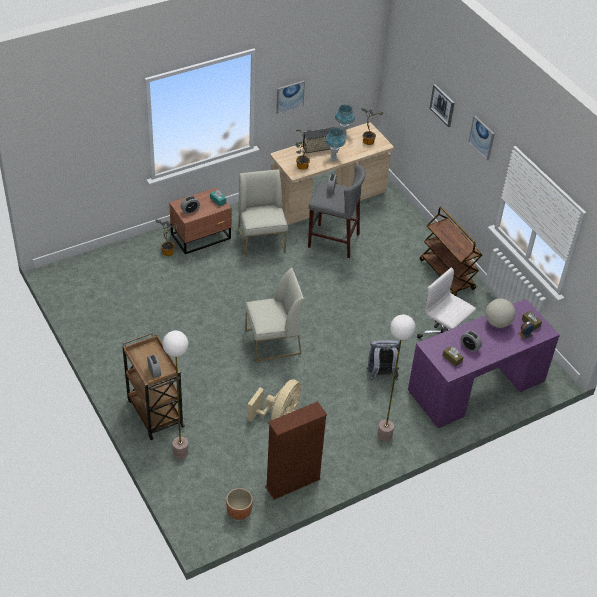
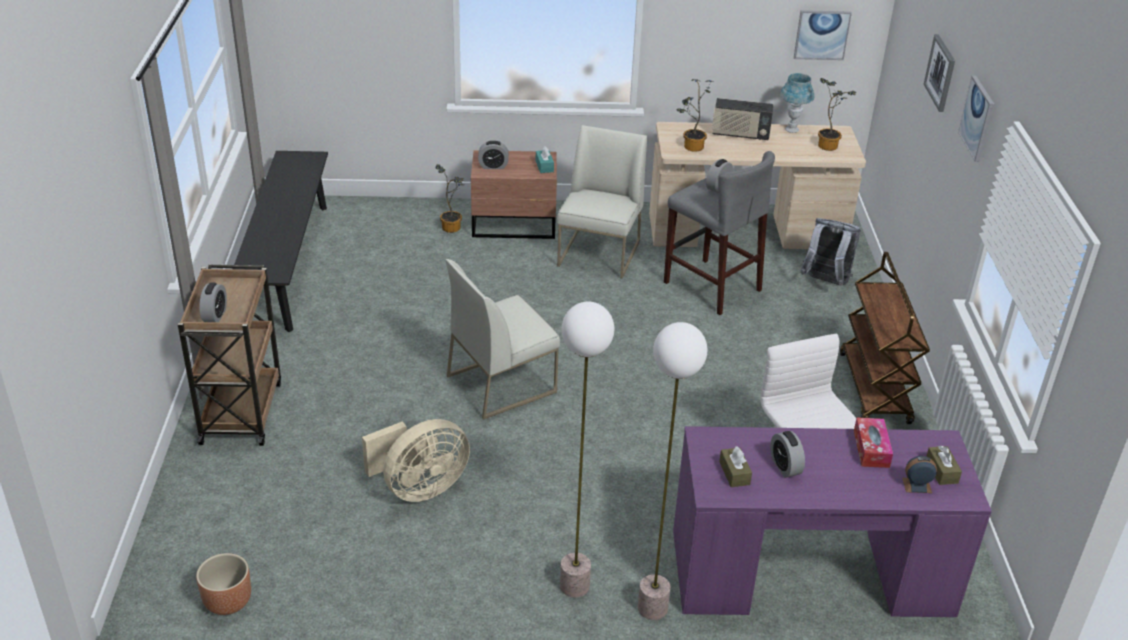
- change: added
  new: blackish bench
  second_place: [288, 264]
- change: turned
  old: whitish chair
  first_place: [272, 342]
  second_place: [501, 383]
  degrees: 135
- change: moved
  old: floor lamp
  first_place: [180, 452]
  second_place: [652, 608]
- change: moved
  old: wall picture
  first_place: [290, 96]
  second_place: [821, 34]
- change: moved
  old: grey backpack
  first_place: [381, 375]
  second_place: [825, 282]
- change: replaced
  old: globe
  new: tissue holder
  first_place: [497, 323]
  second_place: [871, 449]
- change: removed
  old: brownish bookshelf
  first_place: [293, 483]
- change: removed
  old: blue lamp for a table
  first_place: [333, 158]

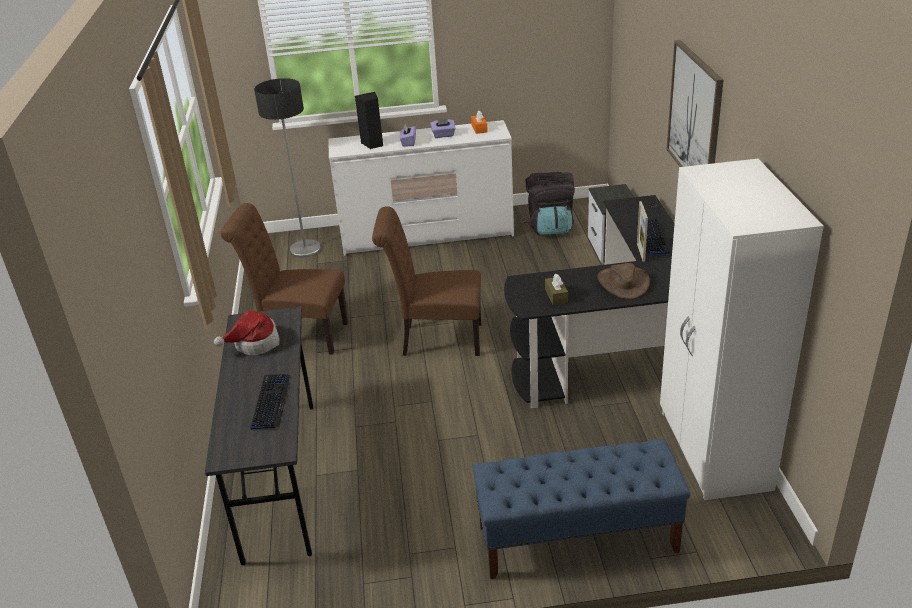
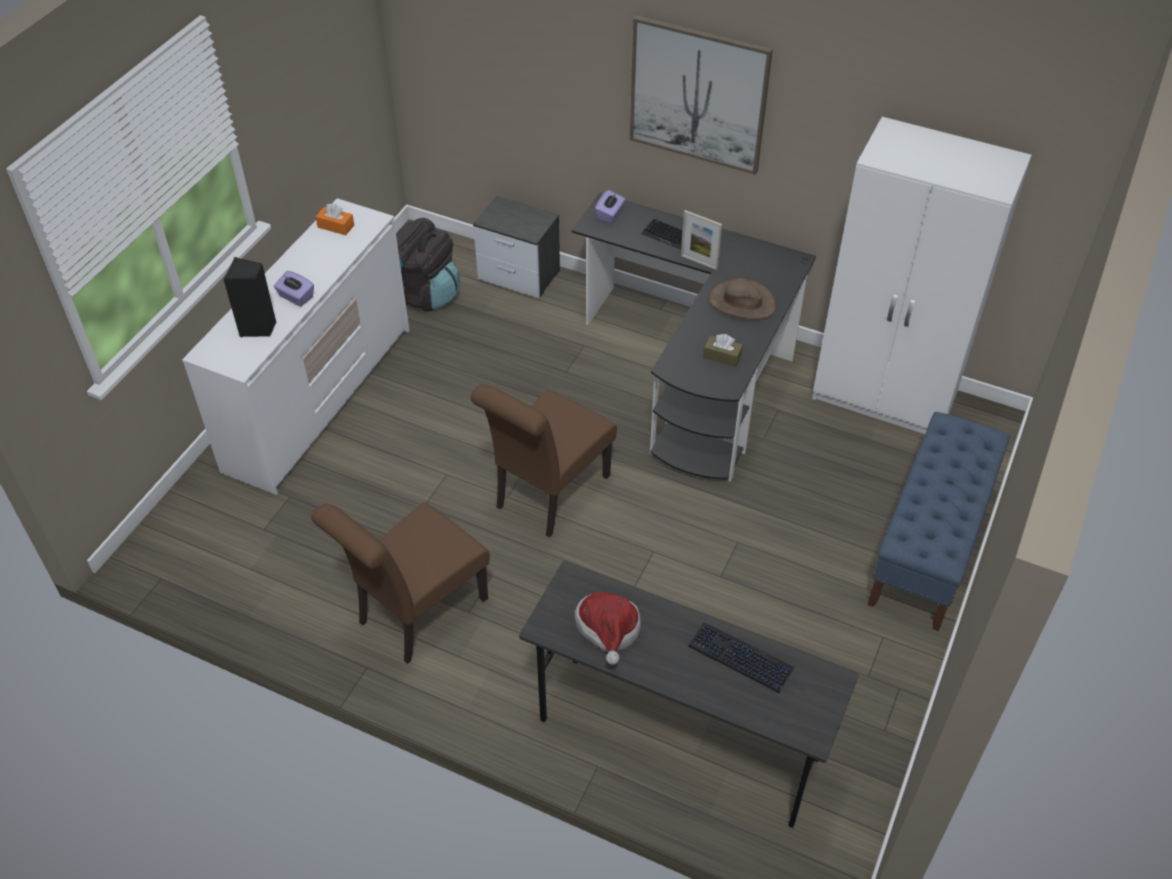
- change: moved
  old: purplish tissue holder
  first_place: [443, 135]
  second_place: [610, 215]
- change: removed
  old: floor lamp
  first_place: [305, 249]

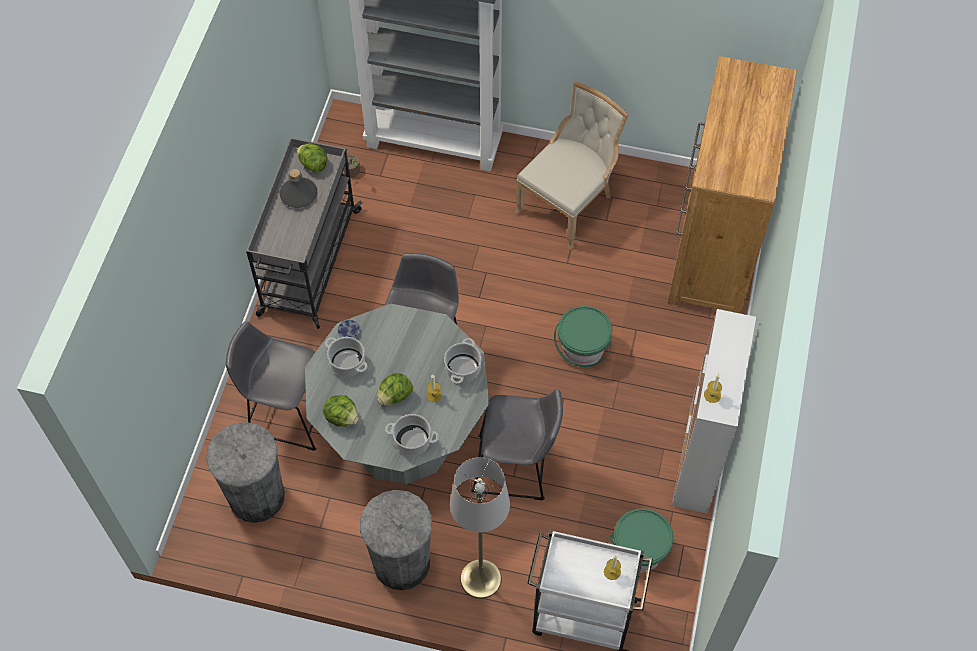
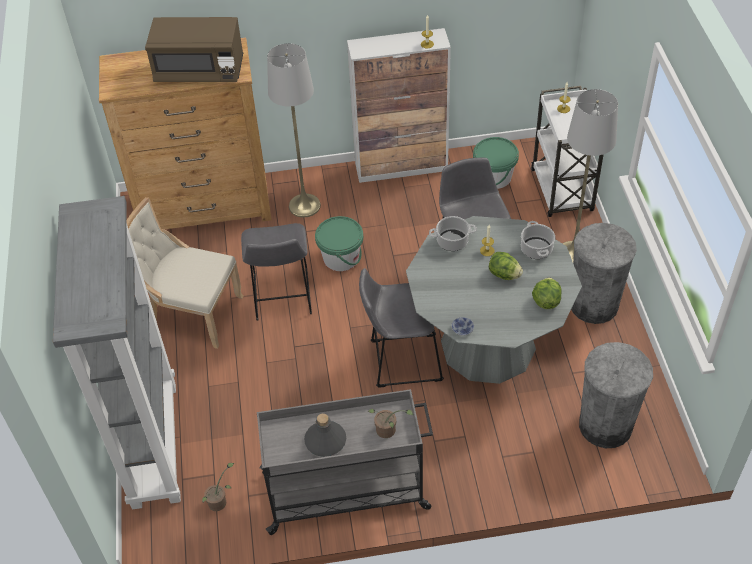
- change: added
  new: brownish kitchen microwave
  second_place: [199, 71]
- change: moved
  old: grey stool seat
  first_place: [287, 413]
  second_place: [282, 297]
- change: added
  new: grey floor lamp
  second_place: [304, 205]
- change: added
  new: houseplant
  second_place: [388, 431]
- change: removed
  old: lettuce head
  first_place: [313, 164]
- change: removed
  old: stockpot
  first_place: [347, 363]

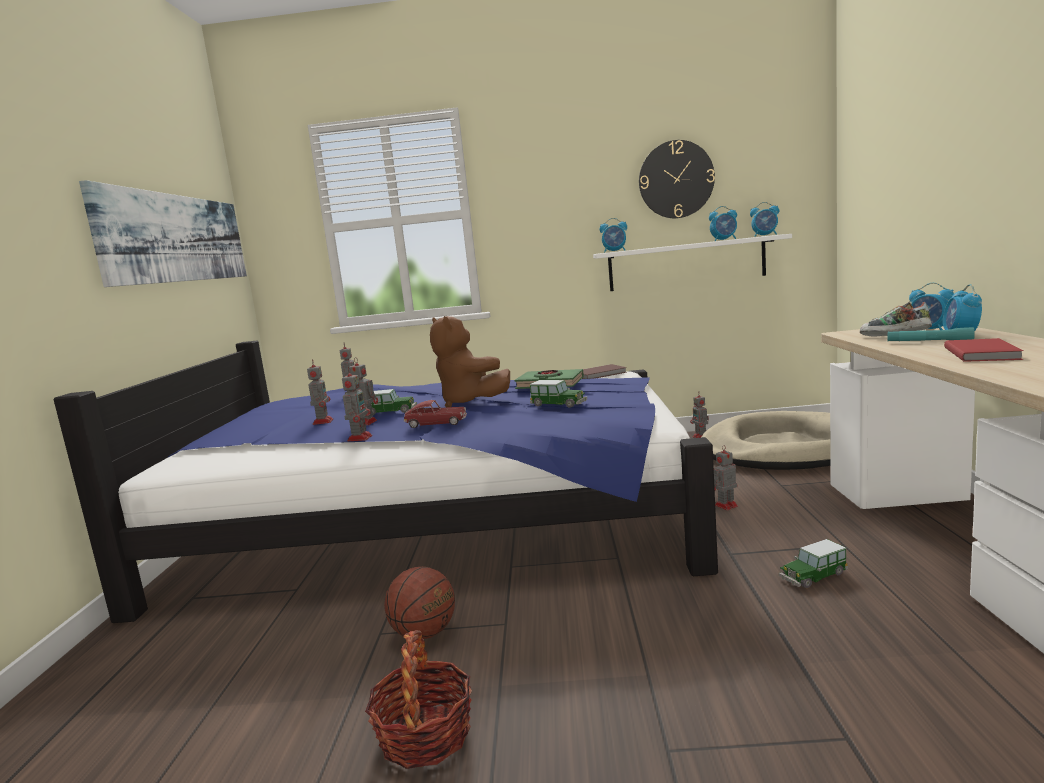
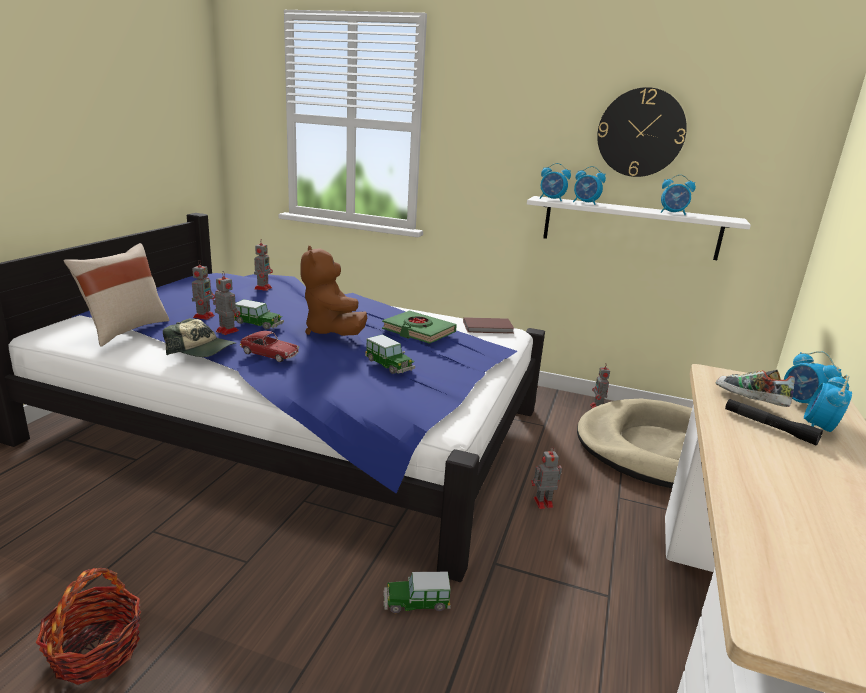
- change: added
  new: beige cushion
  second_place: [125, 330]
- change: replaced
  old: toy robot
  new: cap
  first_place: [360, 438]
  second_place: [202, 350]
- change: moved
  old: miniature car
  first_place: [813, 576]
  second_place: [416, 602]
- change: moved
  old: table clock
  first_place: [765, 235]
  second_place: [585, 203]
- change: recoloured
  old: blue-green torch
  new: blackish torch
  first_place: [929, 342]
  second_place: [769, 427]
- change: removed
  old: wall picture
  first_place: [177, 238]
- change: removed
  old: basketball
  first_place: [424, 634]
- change: removed
  old: reddish book
  first_place: [983, 353]

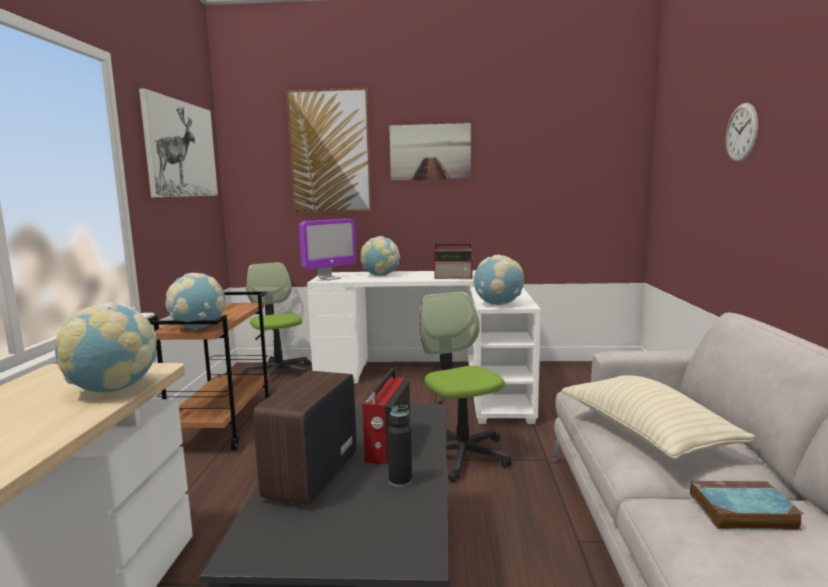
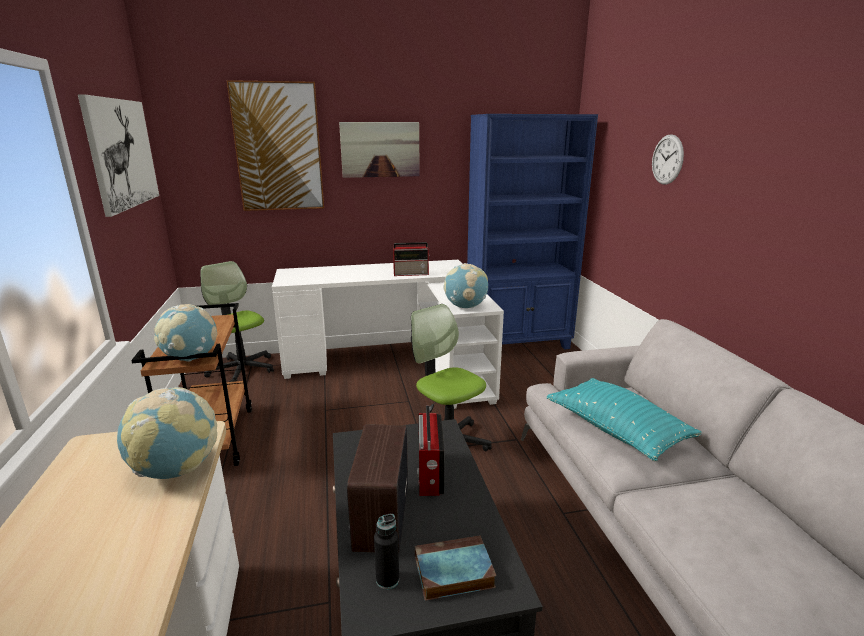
- change: moved
  old: blackish beverage bottle
  first_place: [400, 481]
  second_place: [387, 579]
- change: moved
  old: book
  first_place: [741, 512]
  second_place: [452, 572]
- change: added
  new: blue bookshelf
  second_place: [518, 344]
- change: recoloured
  old: beige cushion
  new: blue-green cushion
  first_place: [646, 435]
  second_place: [616, 430]
- change: removed
  old: computer display
  first_place: [329, 278]
- change: removed
  old: globe
  first_place: [380, 275]

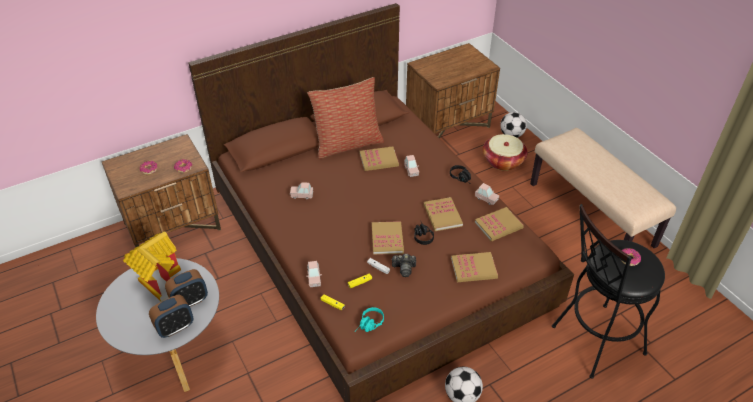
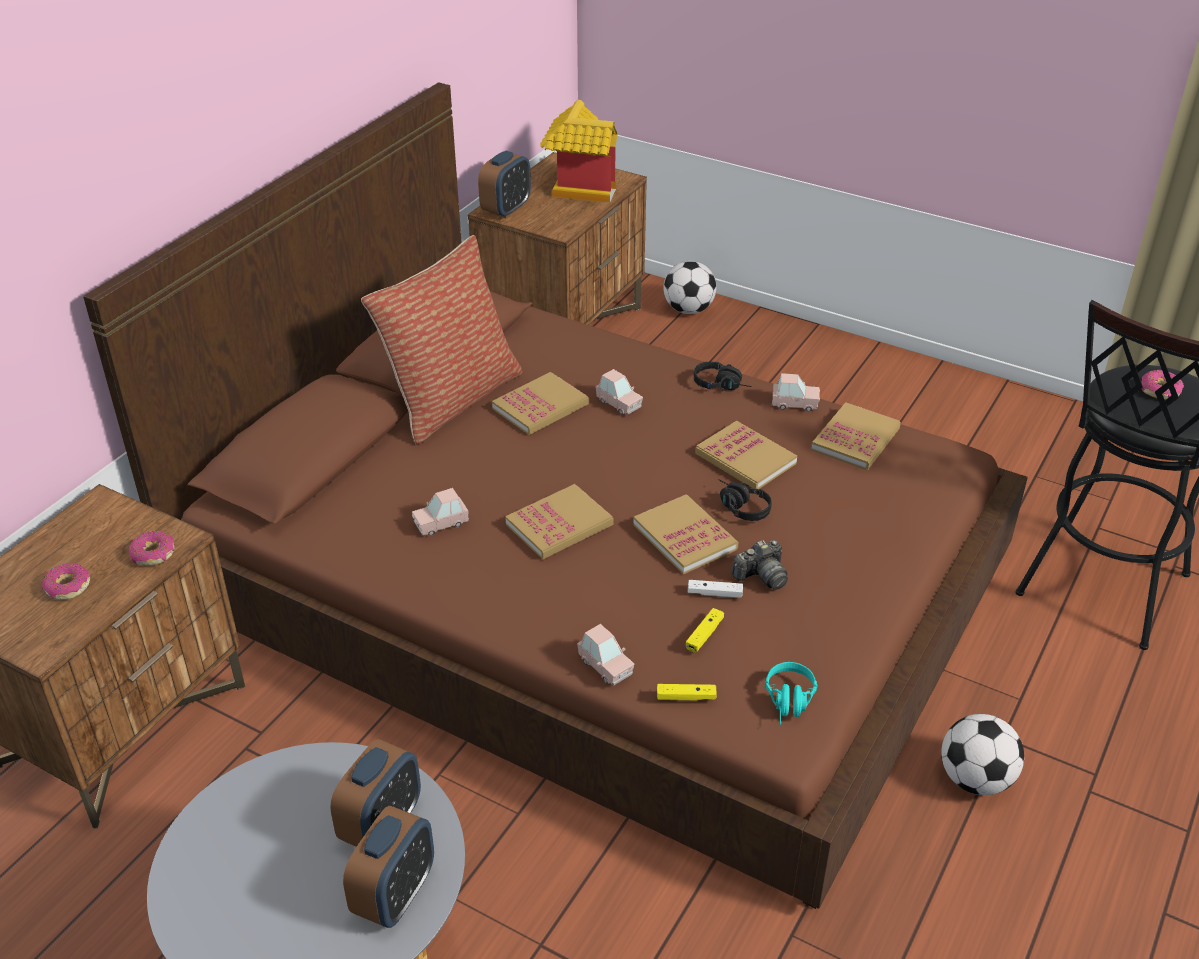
- change: added
  new: table clock
  second_place: [506, 209]
- change: moved
  old: book
  first_place: [473, 268]
  second_place: [559, 525]
- change: moved
  old: toy house
  first_place: [159, 279]
  second_place: [577, 188]
- change: removed
  old: household basket
  first_place: [503, 161]
- change: removed
  old: beige bench
  first_place: [591, 214]

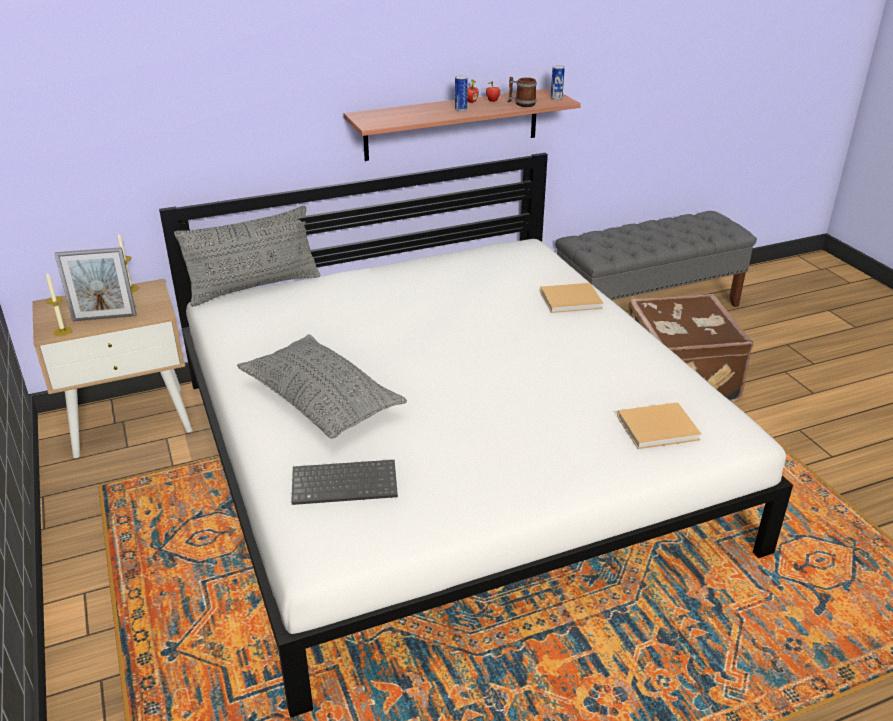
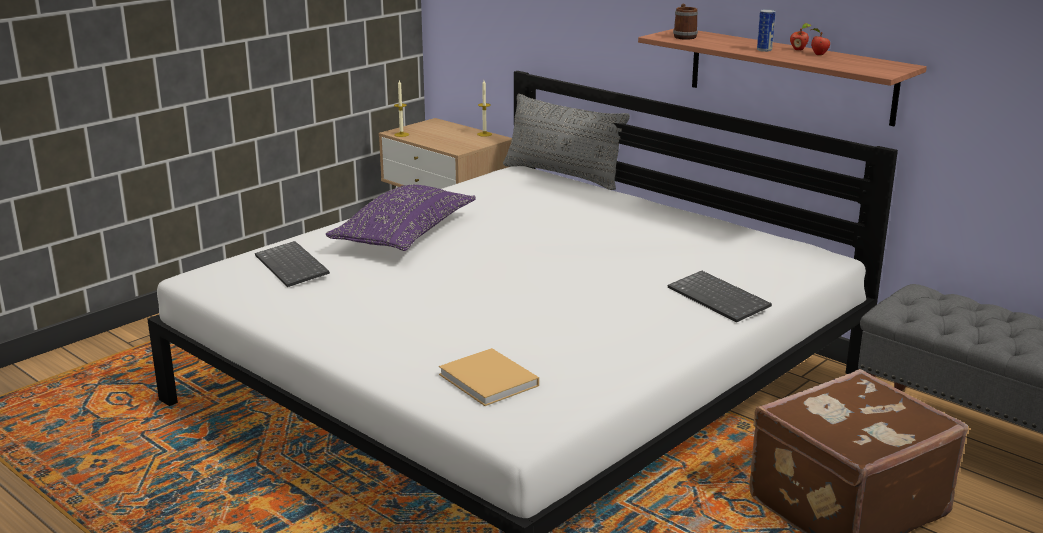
- change: recoloured
  old: grey cushion
  new: purplish cushion
  first_place: [321, 400]
  second_place: [405, 235]
- change: replaced
  old: beige book
  new: computer keyboard
  first_place: [572, 300]
  second_place: [720, 299]
- change: moved
  old: mug
  first_place: [521, 104]
  second_place: [684, 36]
- change: removed
  old: picture frame
  first_place: [104, 318]
- change: removed
  old: can
  first_place: [556, 98]

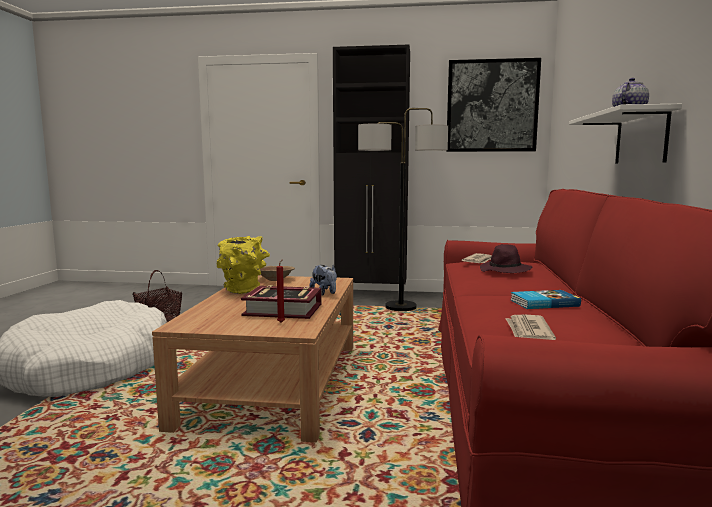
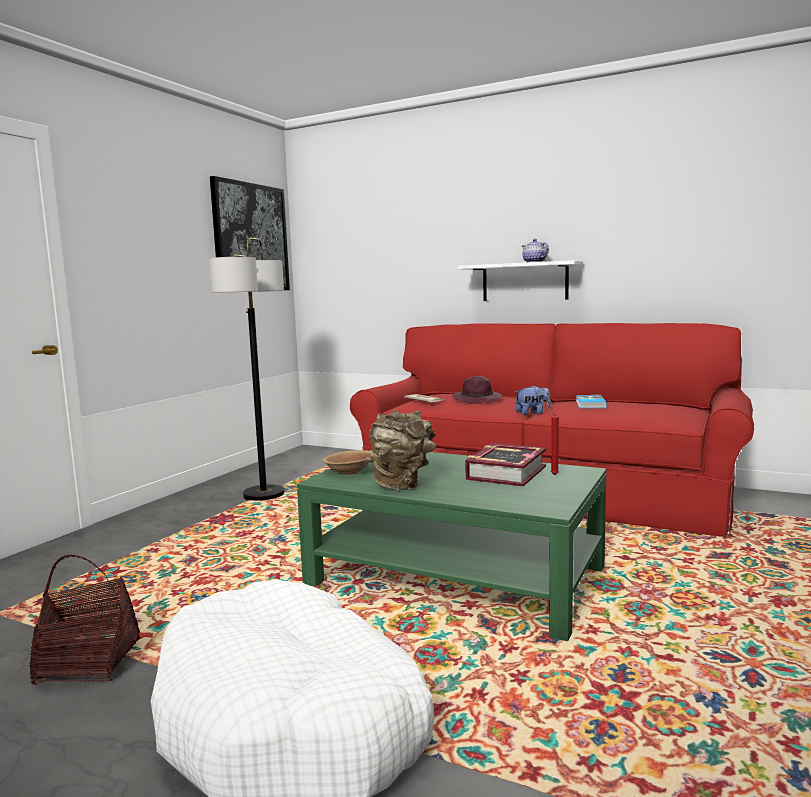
- change: recoloured
  old: brownish lounge table
  new: greenish lounge table
  first_place: [274, 383]
  second_place: [457, 576]
- change: recoloured
  old: yellow vase
  new: brownish vase
  first_place: [244, 291]
  second_place: [403, 485]
- change: moved
  old: plush toy
  first_place: [324, 293]
  second_place: [532, 413]
- change: removed
  old: blackish cupboard
  first_place: [372, 295]
- change: removed
  old: printed paper
  first_place: [528, 332]

